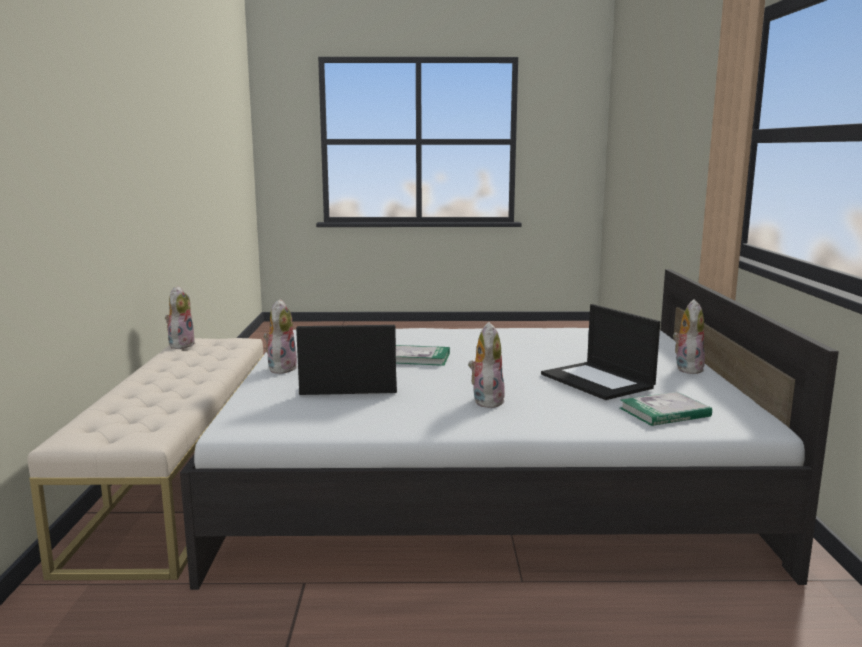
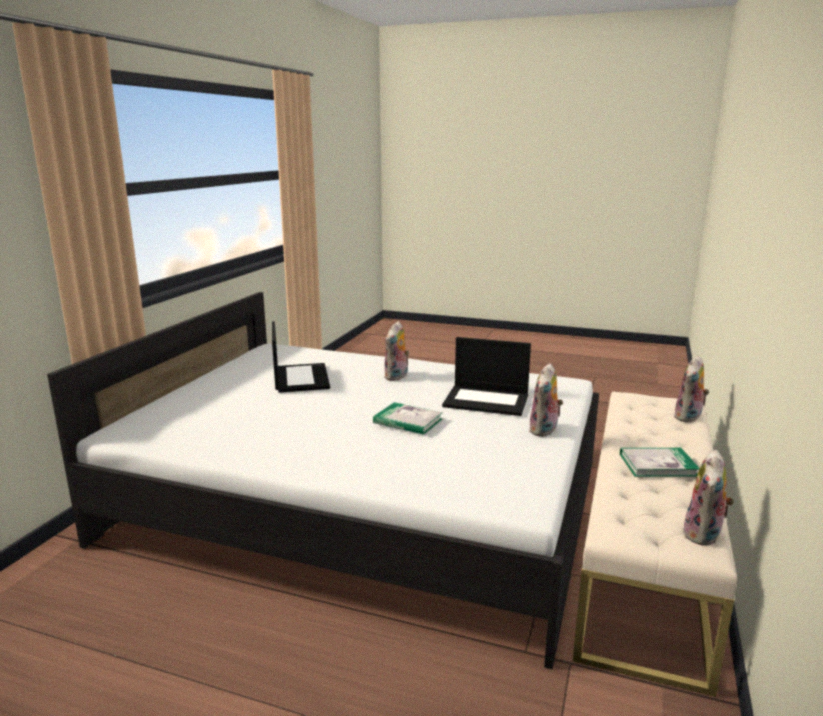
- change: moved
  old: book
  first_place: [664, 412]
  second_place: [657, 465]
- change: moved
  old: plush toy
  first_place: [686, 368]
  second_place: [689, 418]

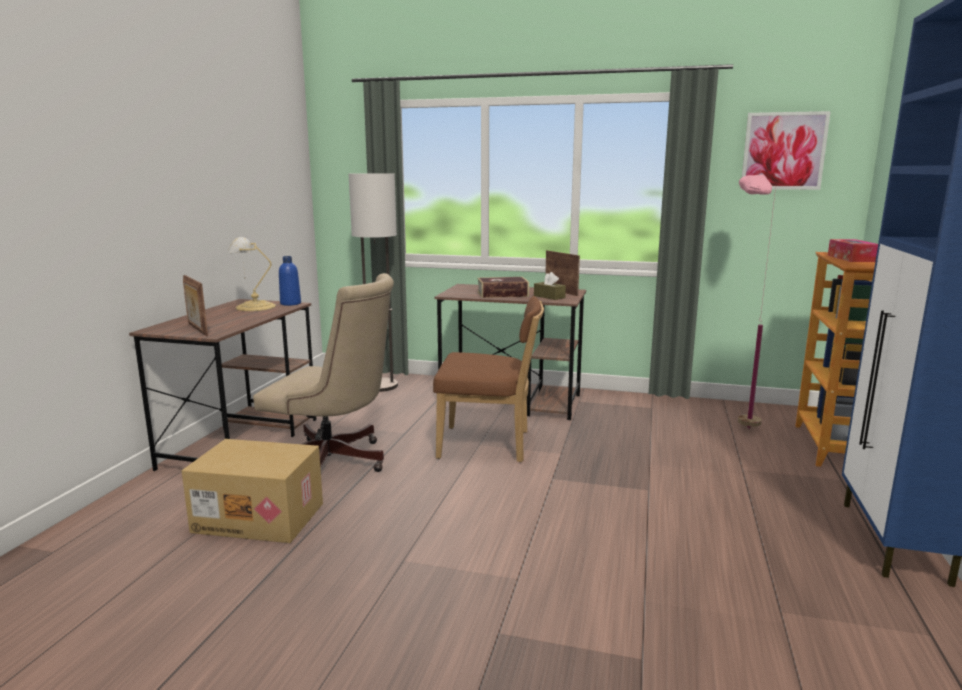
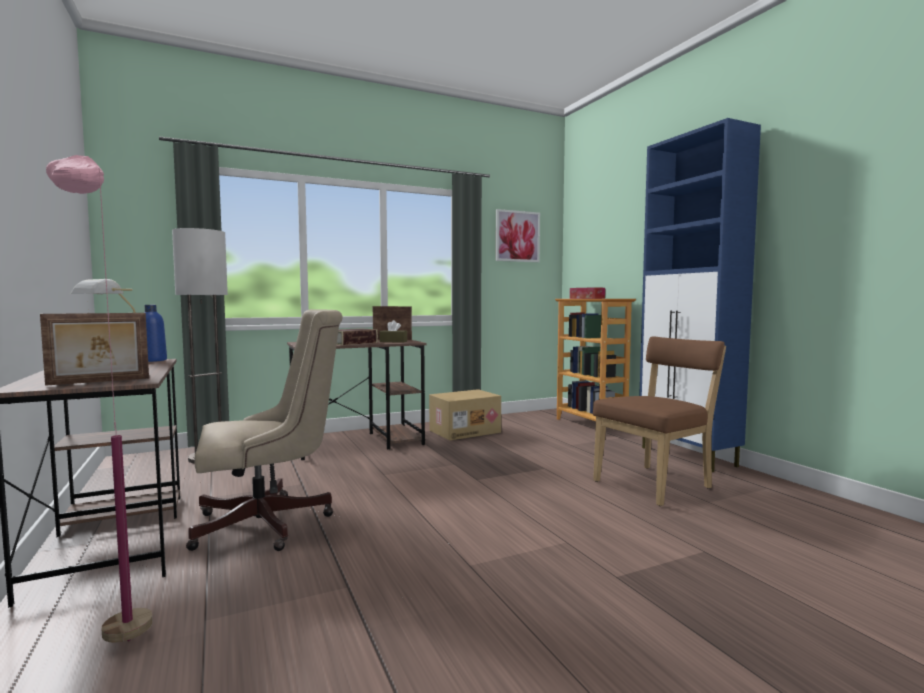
- change: turned
  old: picture frame
  first_place: [197, 330]
  second_place: [99, 381]
  degrees: -45
- change: moved
  old: pink-coloured floor lamp
  first_place: [736, 421]
  second_place: [112, 627]
- change: moved
  old: cardboard box
  first_place: [260, 517]
  second_place: [464, 431]
- change: moved
  old: brownish chair
  first_place: [489, 445]
  second_place: [656, 484]

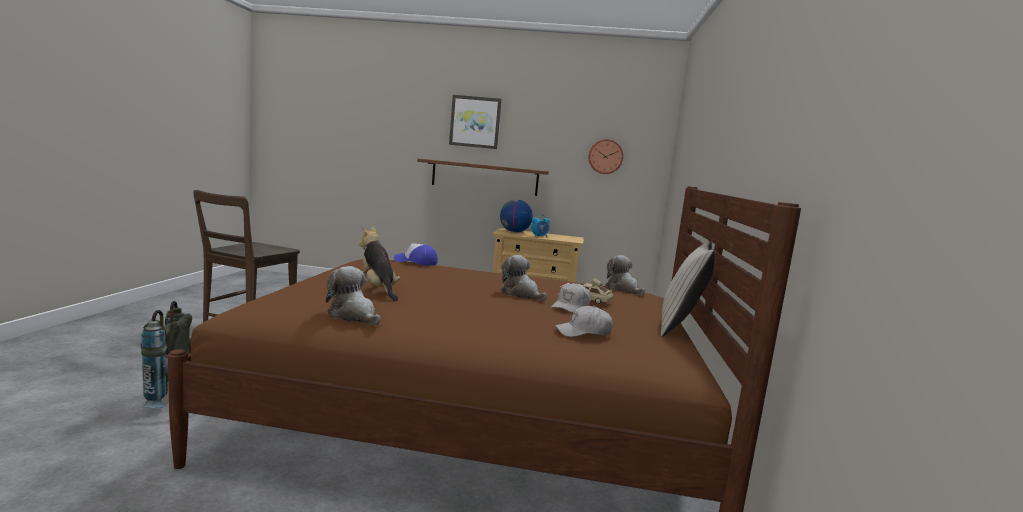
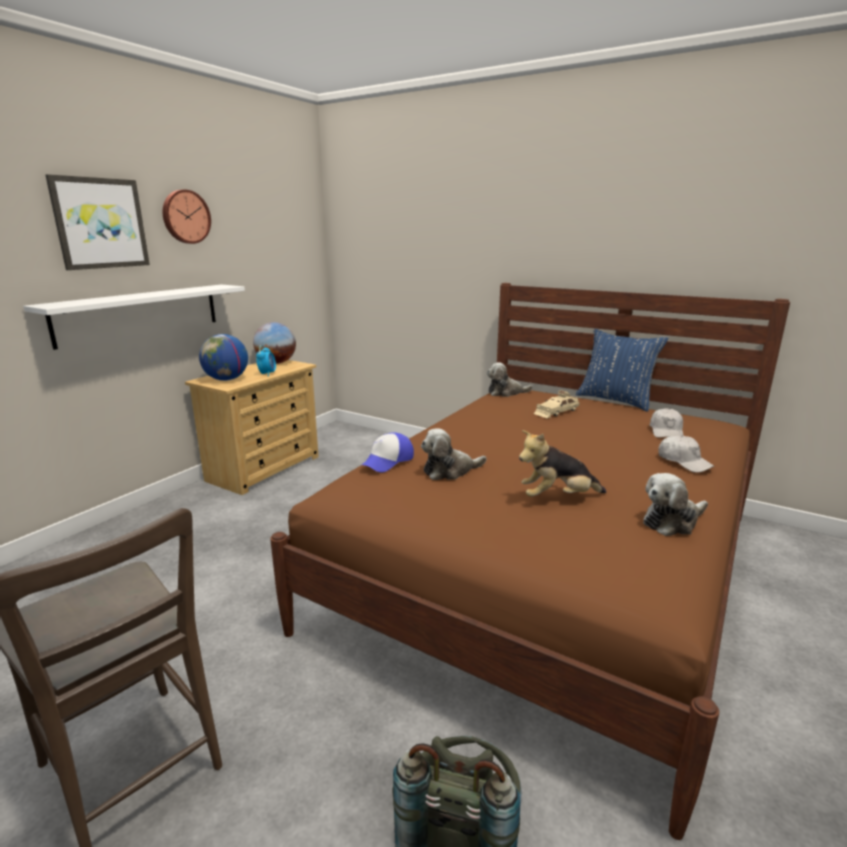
- change: recoloured
  old: brownish shelf
  new: whitish shelf
  first_place: [485, 177]
  second_place: [140, 313]
- change: moved
  old: wall clock
  first_place: [605, 156]
  second_place: [185, 217]
- change: added
  new: globe
  second_place: [276, 363]
- change: moved
  old: plush toy
  first_place: [521, 294]
  second_place: [449, 471]
- change: recoloured
  old: beige cushion
  new: blue cushion
  first_place: [680, 326]
  second_place: [615, 400]
- change: moved
  old: whitish cap
  first_place: [571, 307]
  second_place: [684, 462]

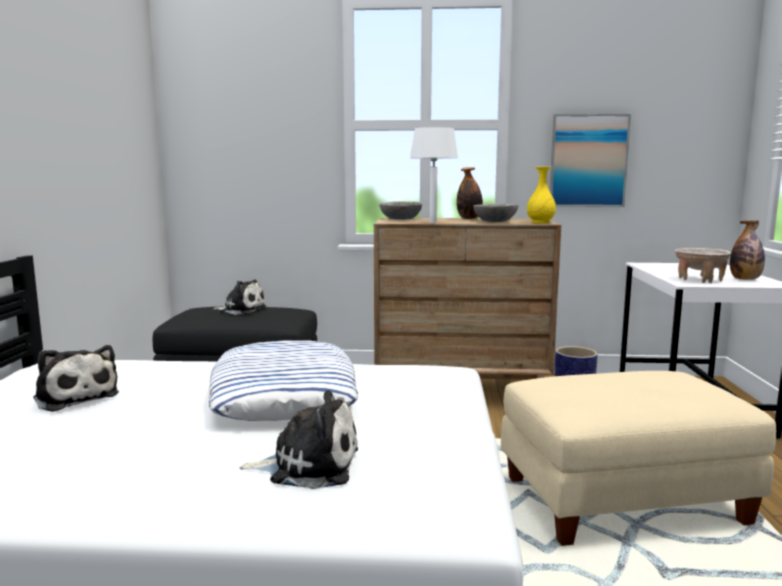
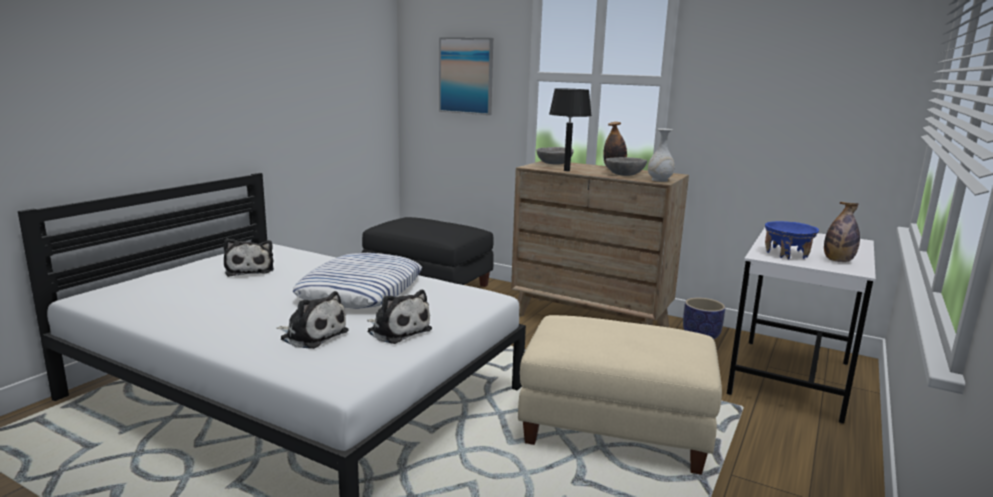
- change: moved
  old: plush toy
  first_place: [241, 310]
  second_place: [397, 330]
- change: moved
  old: wall picture
  first_place: [588, 161]
  second_place: [466, 76]
- change: recoloured
  old: whitish lamp for a table
  new: blackish lamp for a table
  first_place: [432, 222]
  second_place: [566, 170]
- change: recoloured
  old: yellow vase
  new: whitish vase
  first_place: [541, 222]
  second_place: [659, 180]
- change: recoloured
  old: beige deep dish
  new: blue deep dish
  first_place: [699, 280]
  second_place: [787, 254]

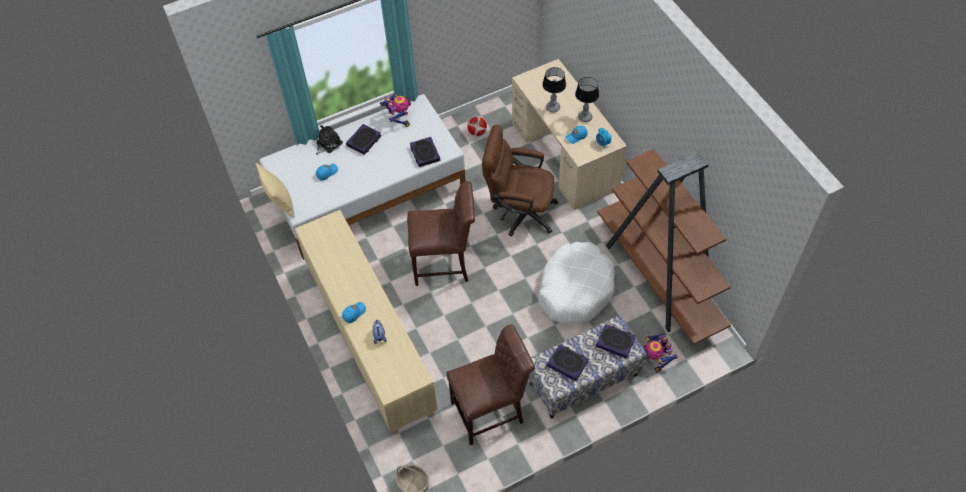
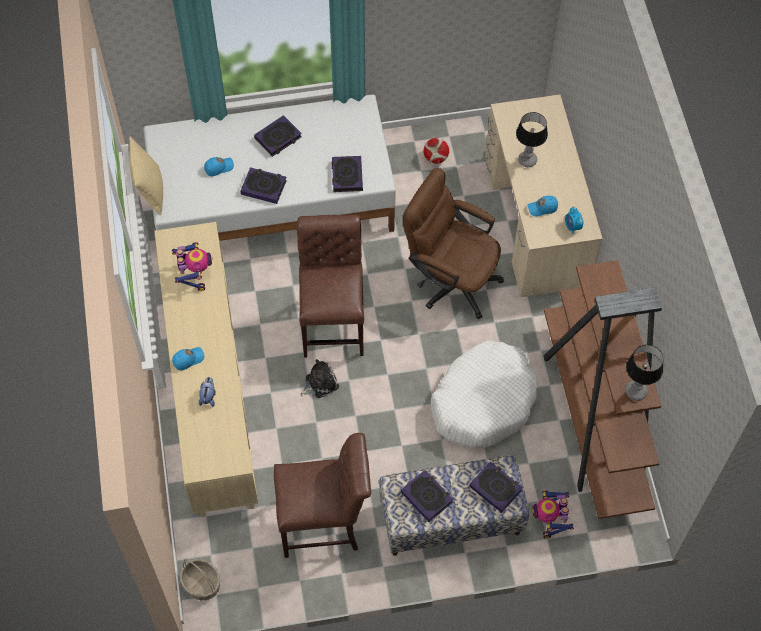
- change: moved
  old: toy robot
  first_place: [398, 118]
  second_place: [194, 275]
- change: added
  new: book
  second_place: [263, 187]
- change: turned
  old: brownish chair
  first_place: [444, 264]
  second_place: [333, 321]
  degrees: -105
- change: moved
  old: plush toy
  first_place: [328, 143]
  second_place: [320, 383]
- change: moved
  old: lamp for a table
  first_place: [585, 117]
  second_place: [636, 391]

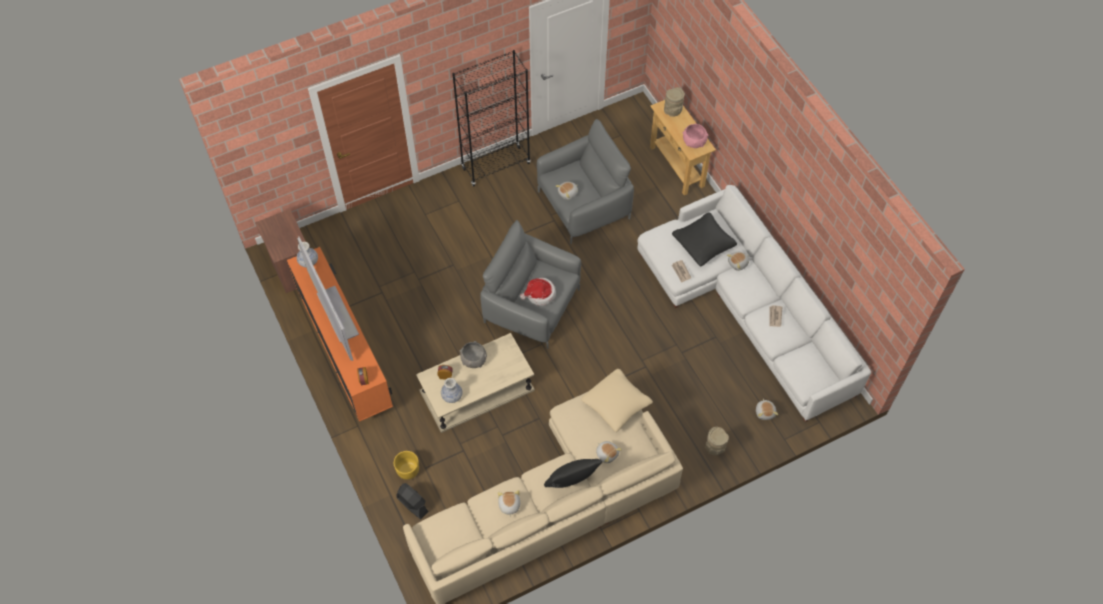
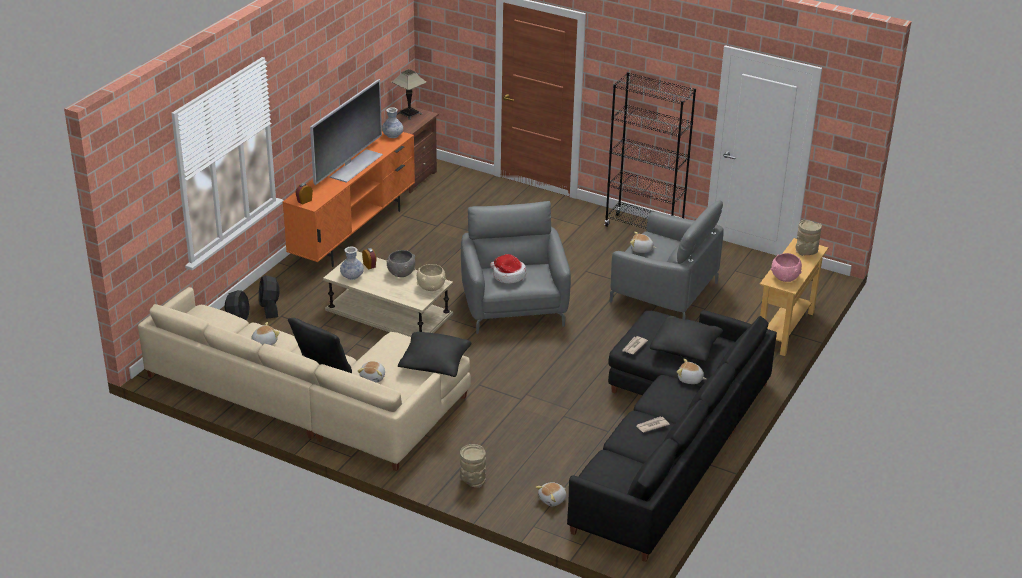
- change: replaced
  old: yellow plant pot
  new: blackish electric fan
  first_place: [408, 470]
  second_place: [270, 308]
- change: added
  new: lamp for a table
  second_place: [409, 114]
- change: recoloured
  old: beige cushion
  new: blackish cushion
  first_place: [616, 404]
  second_place: [434, 363]
- change: added
  new: beige deep dish
  second_place: [431, 287]
- change: recoloured
  old: whitish couch
  new: blackish couch
  first_place: [746, 307]
  second_place: [669, 439]

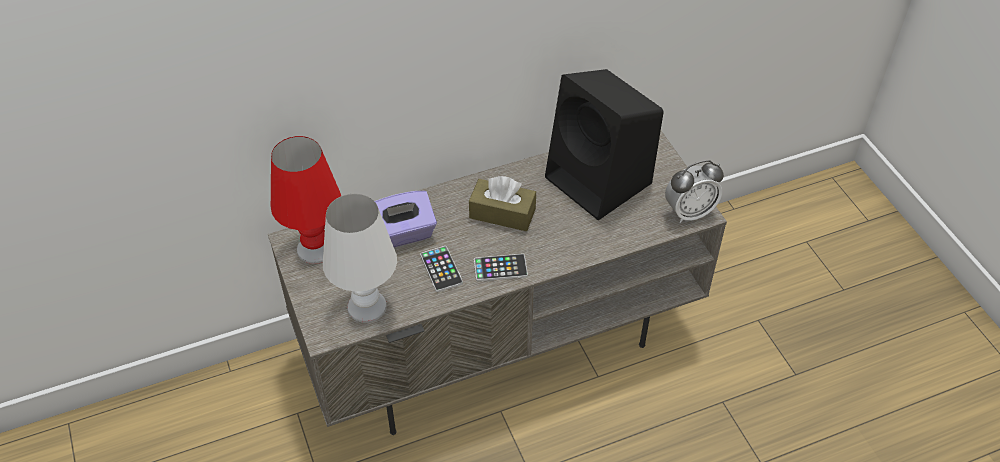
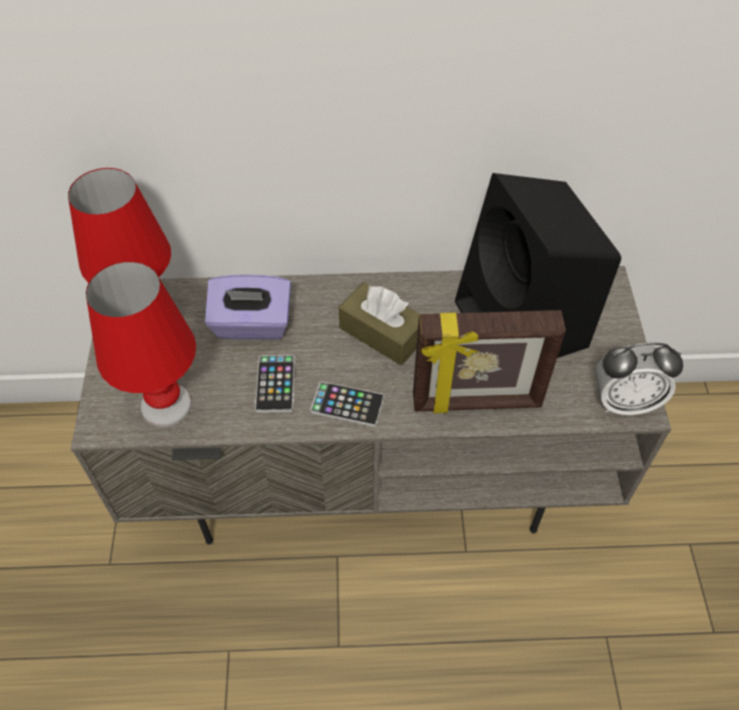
- change: recoloured
  old: whitish lamp for a table
  new: reddish lamp for a table
  first_place: [367, 307]
  second_place: [165, 405]
- change: added
  new: picture frame
  second_place: [476, 403]

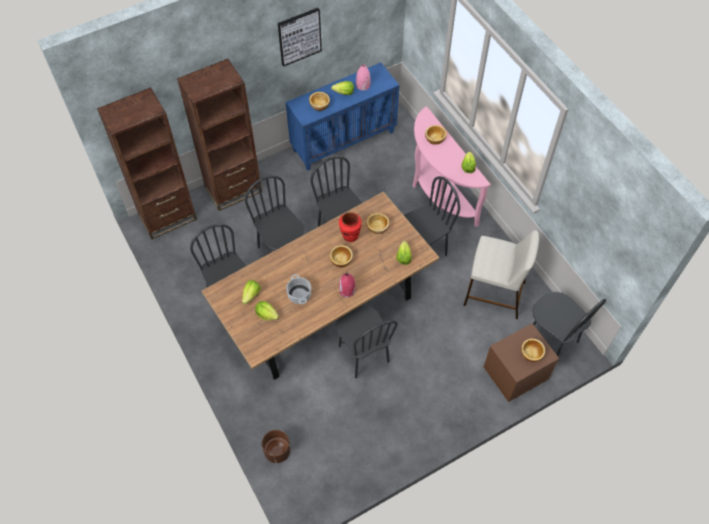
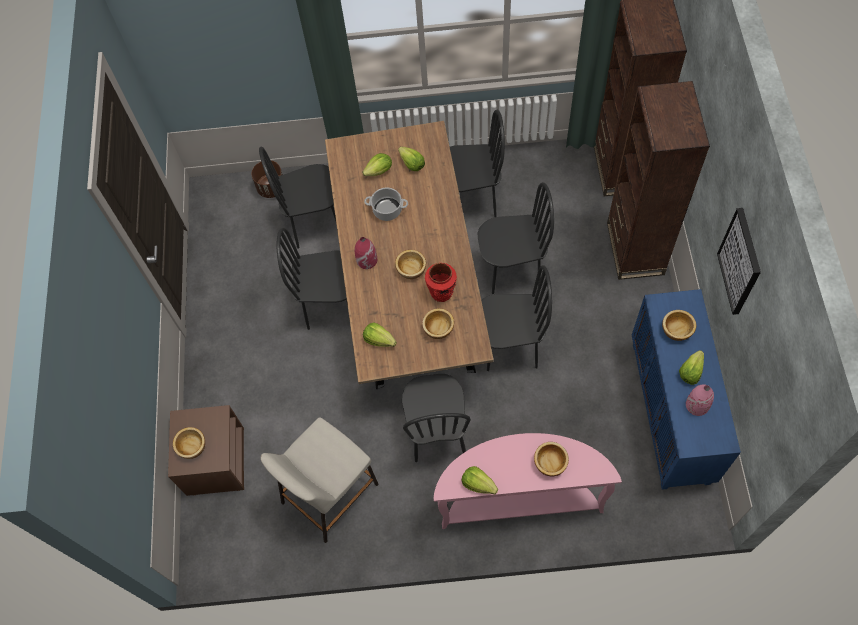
- change: moved
  old: blackish chair
  first_place: [551, 340]
  second_place: [314, 223]

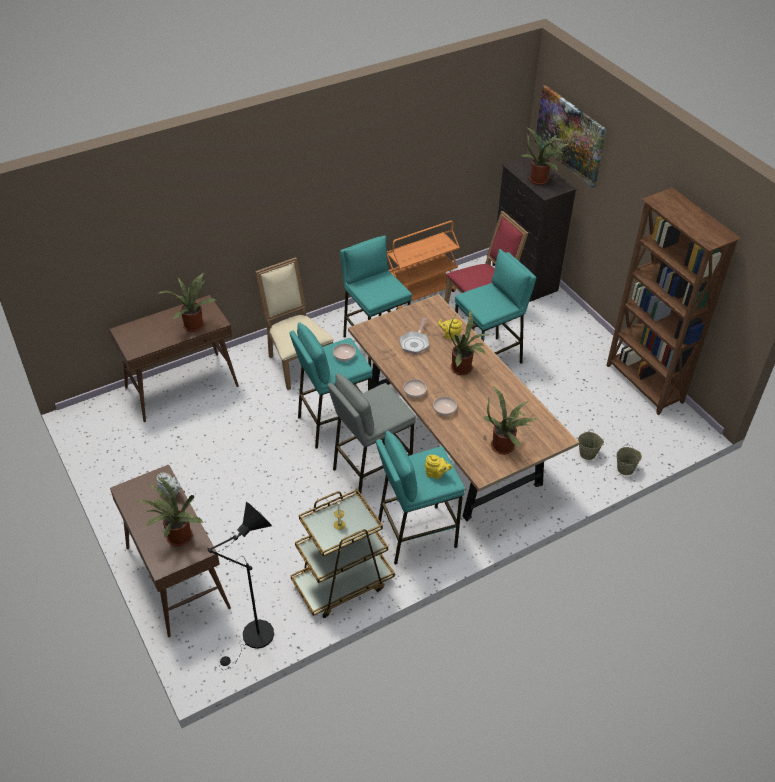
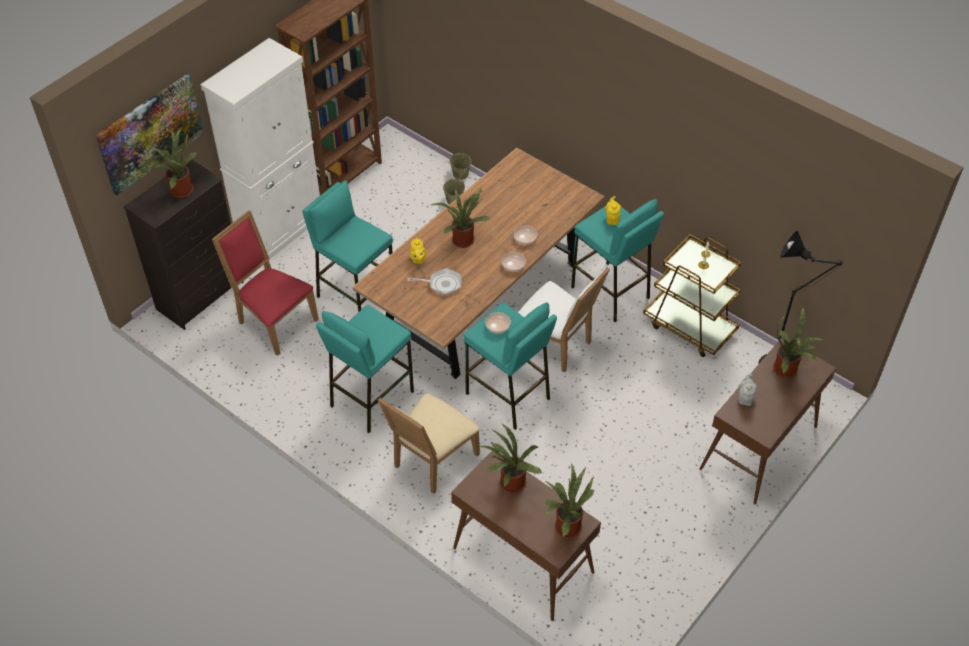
- change: added
  new: whitish cupboard
  second_place: [280, 229]
- change: replaced
  old: grey stool seat
  new: whitish chair
  first_place: [371, 472]
  second_place: [556, 345]
- change: moved
  old: houseplant
  first_place: [505, 446]
  second_place: [566, 525]
- change: removed
  old: orange-coloured cart
  first_place: [420, 293]

